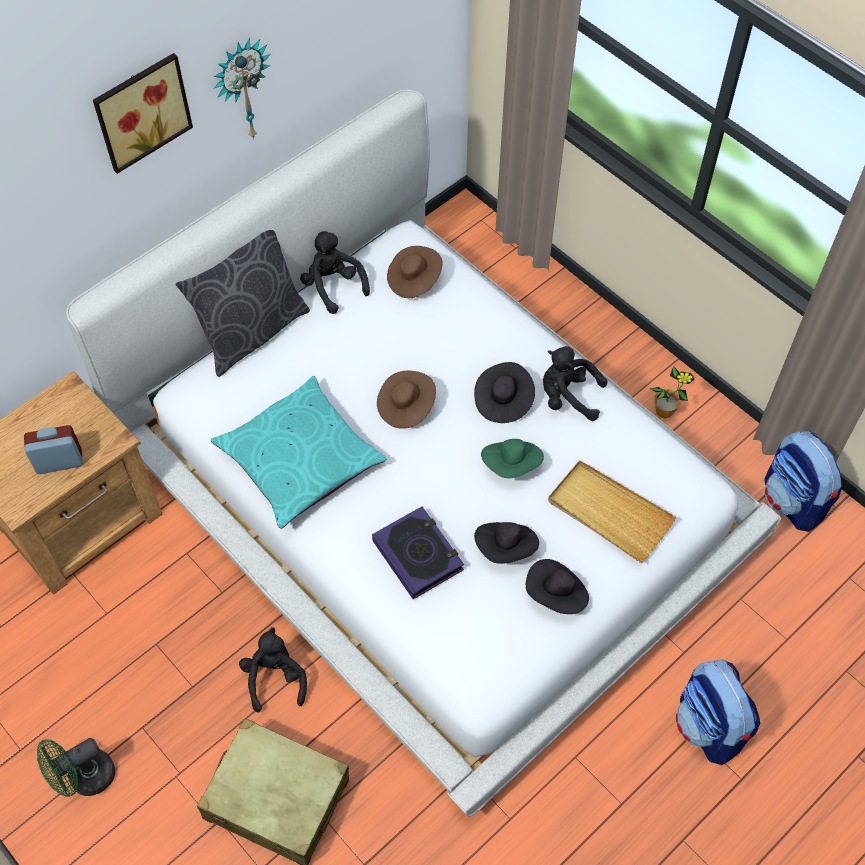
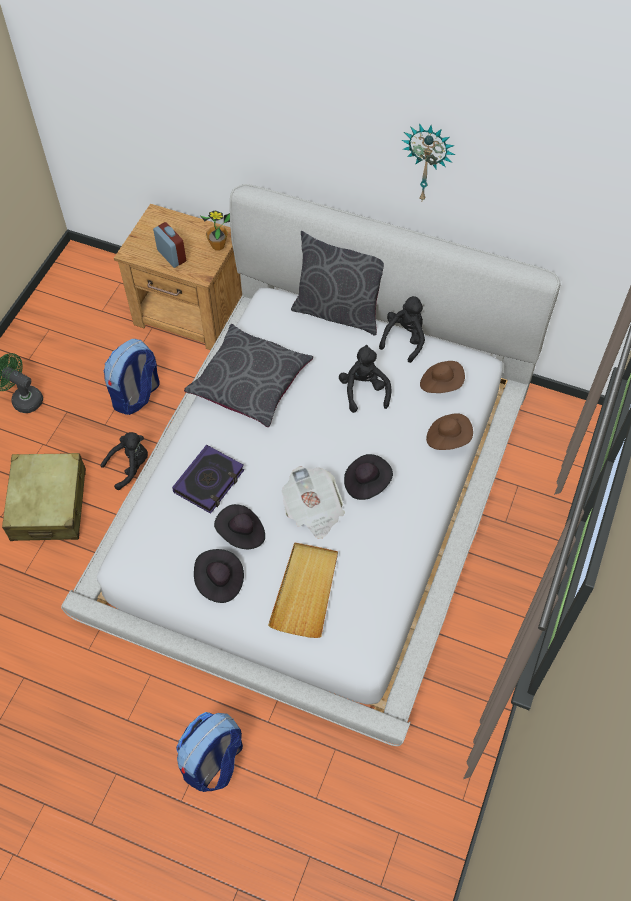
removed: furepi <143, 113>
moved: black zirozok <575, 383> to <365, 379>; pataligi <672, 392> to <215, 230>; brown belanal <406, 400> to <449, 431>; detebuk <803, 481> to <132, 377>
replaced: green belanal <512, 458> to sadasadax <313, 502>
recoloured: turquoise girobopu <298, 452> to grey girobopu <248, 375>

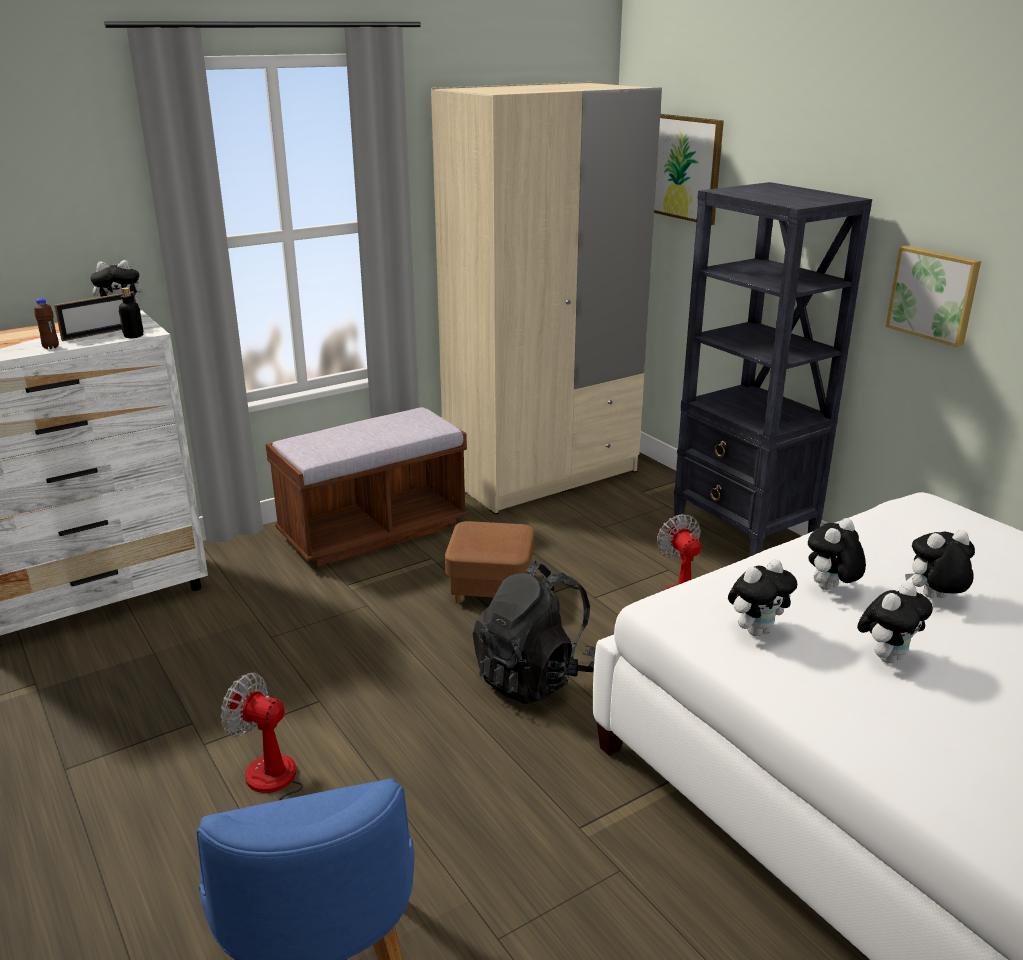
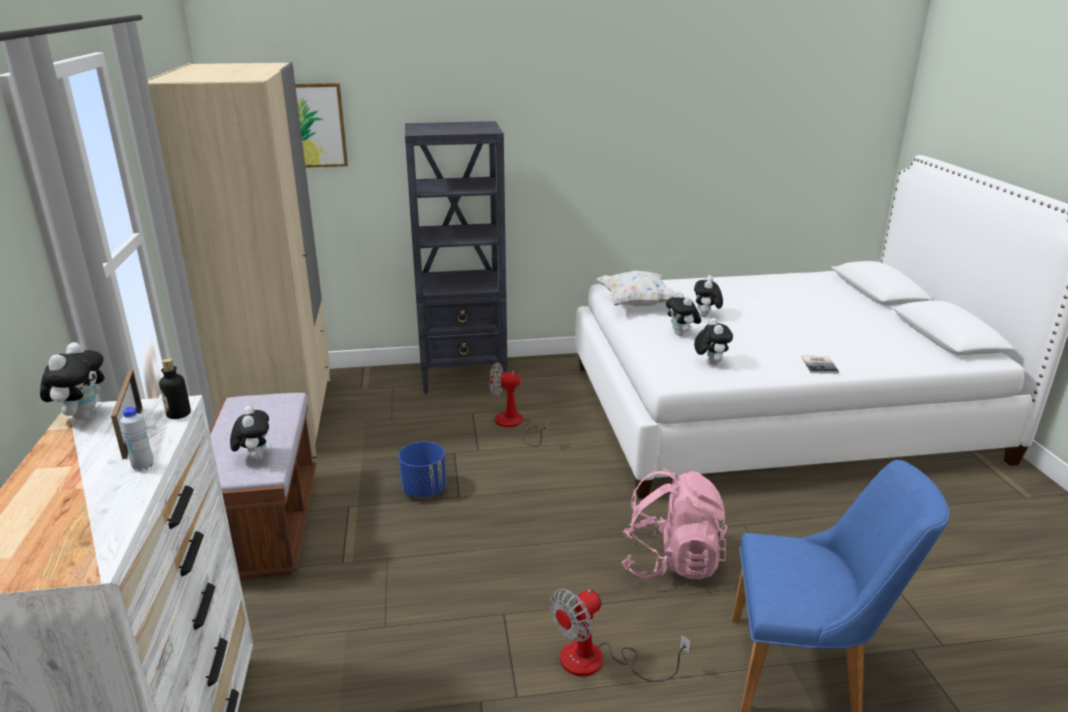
removed: furepi <933, 296>; black detebuk <534, 632>
added: white girobopu <637, 289>; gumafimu <820, 365>; pink detebuk <674, 524>
moved: zirozok <895, 623> to <249, 433>
replaced: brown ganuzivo <489, 562> to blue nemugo <422, 470>
recoloured: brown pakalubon <46, 323> to white pakalubon <137, 439>

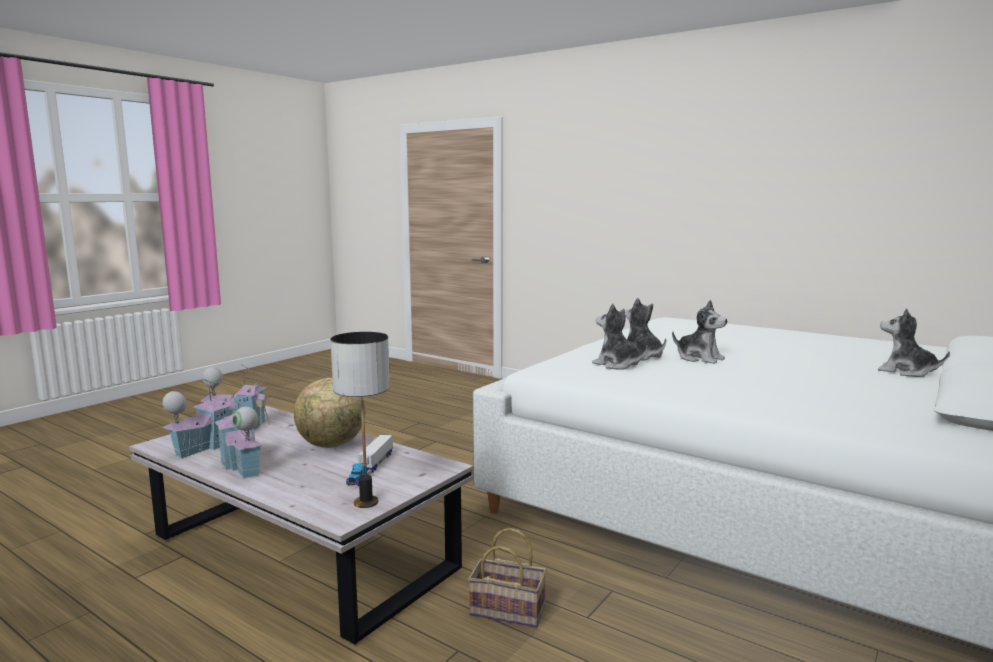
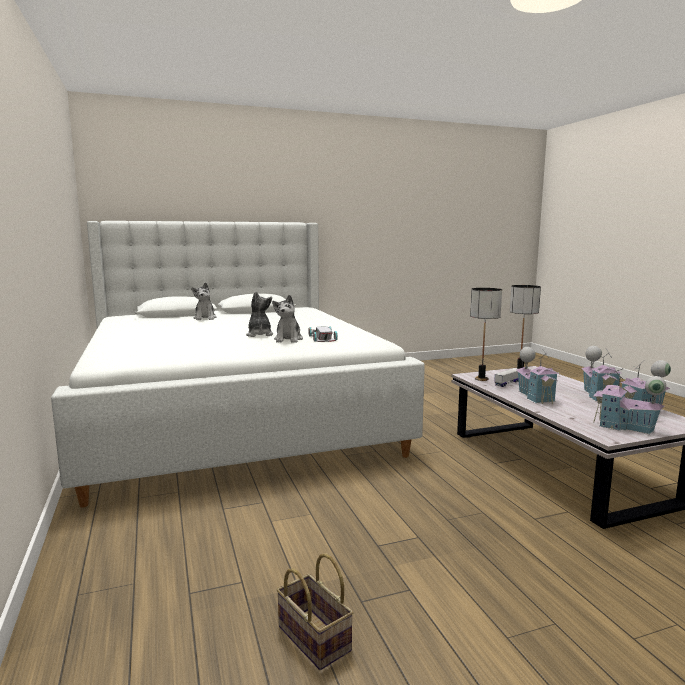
added: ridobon <486, 334>
moved: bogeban <507, 577> to <315, 611>
replaced: zirozok <620, 337> to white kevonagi <323, 334>; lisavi <329, 413> to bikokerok <538, 375>

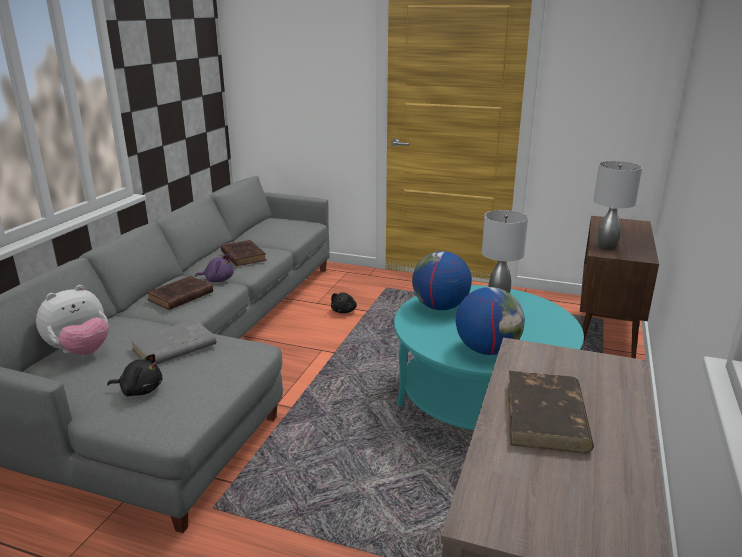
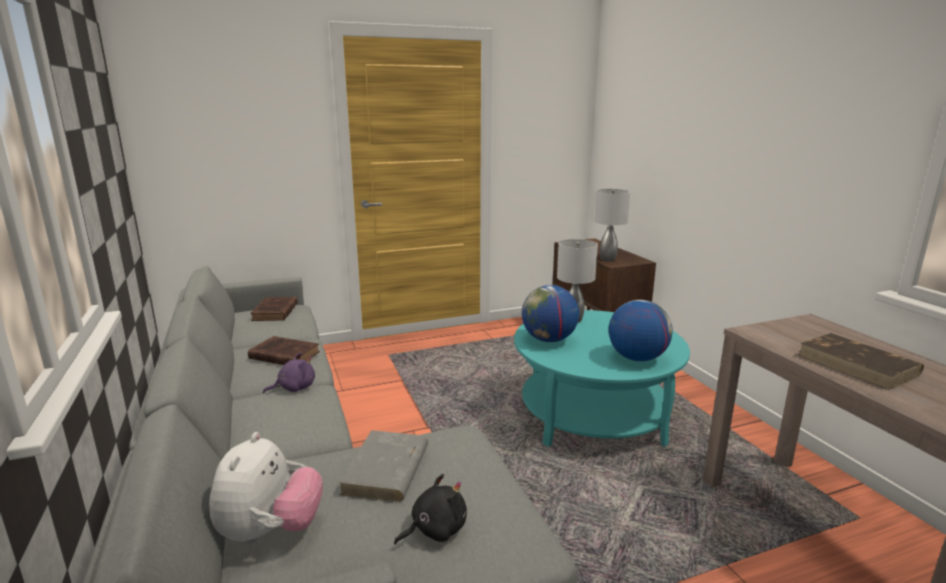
removed: black zirozok <344, 303>
moved: brown gumafimu <180, 293> to <274, 309>

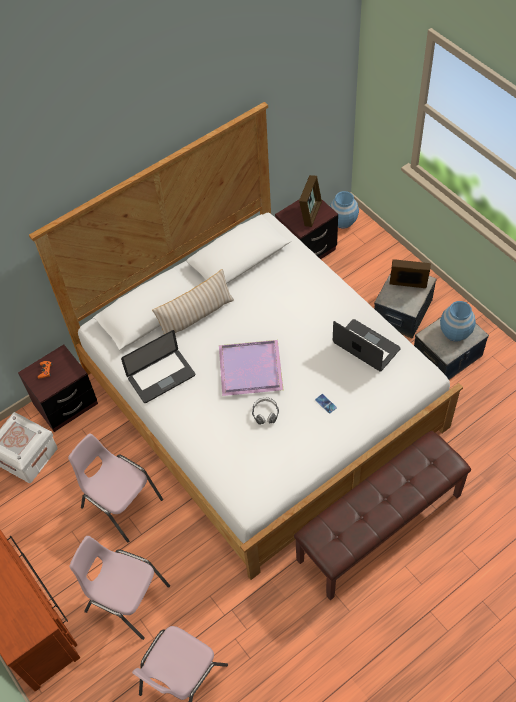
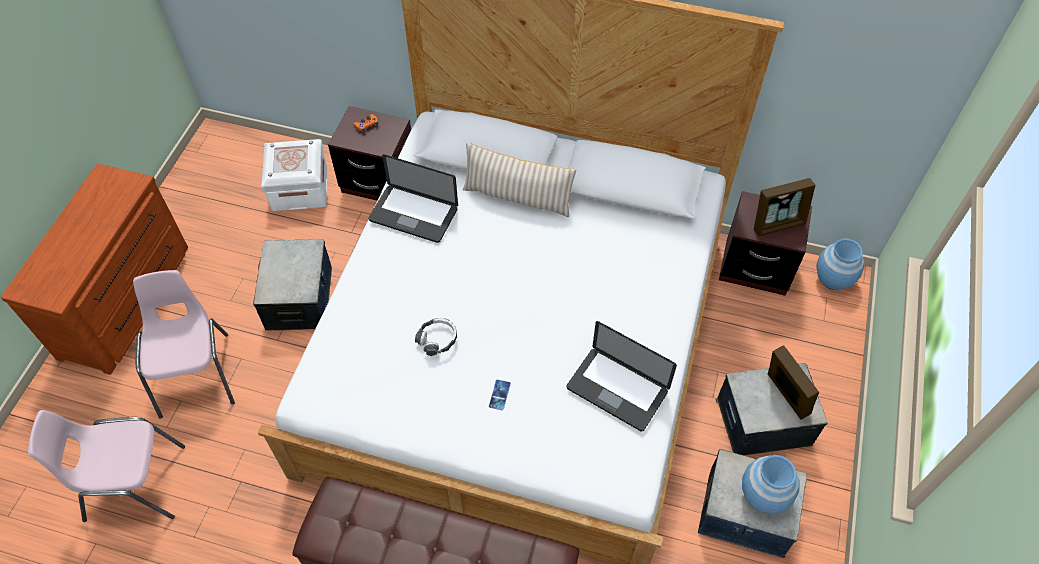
removed: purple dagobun <251, 368>
replaced: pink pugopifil <115, 488> to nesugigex <292, 285>
turned: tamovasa <367, 345> = <621, 376> 120 degrees clockwise

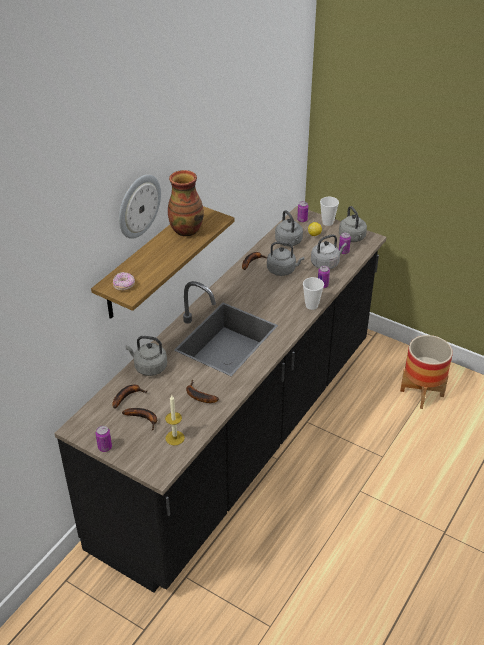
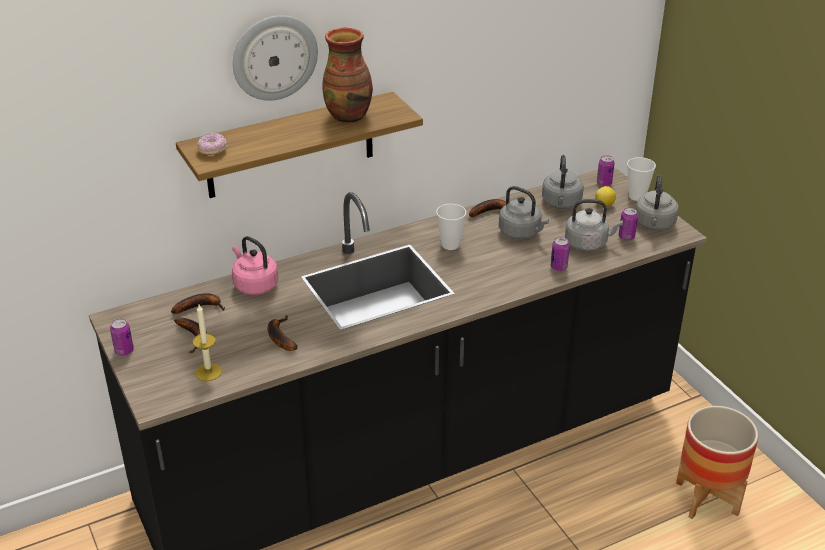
moved: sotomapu <313, 293> to <451, 227>
recoloured: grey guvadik <146, 356> to pink guvadik <255, 265>

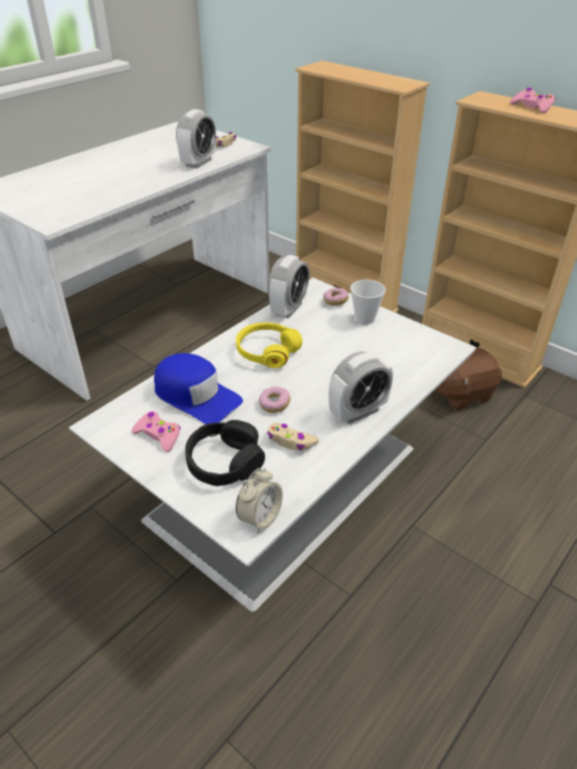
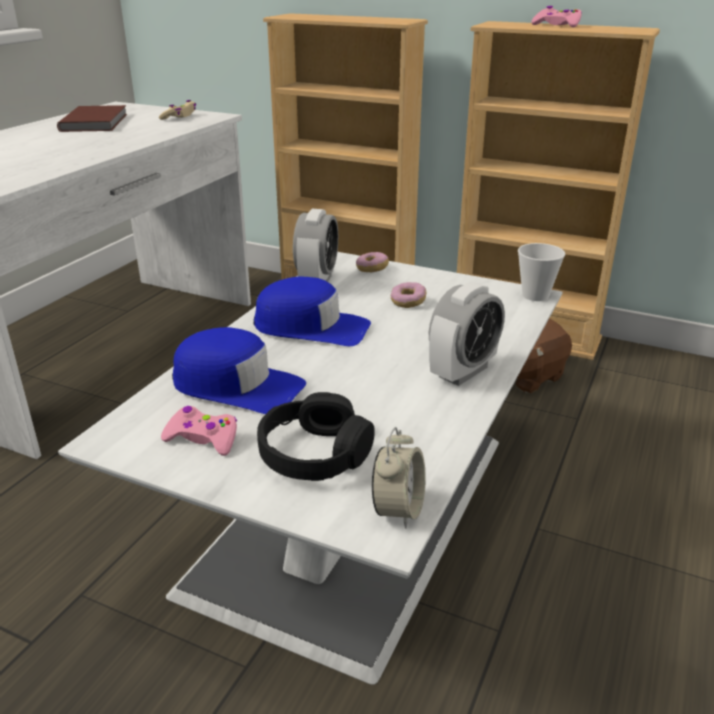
removed: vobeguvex <196, 138>; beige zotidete <293, 437>
added: brown gumafimu <92, 118>
moved: sotomapu <368, 302> to <541, 272>; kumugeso <275, 400> to <408, 295>
replaced: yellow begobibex <269, 345> to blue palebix <312, 311>

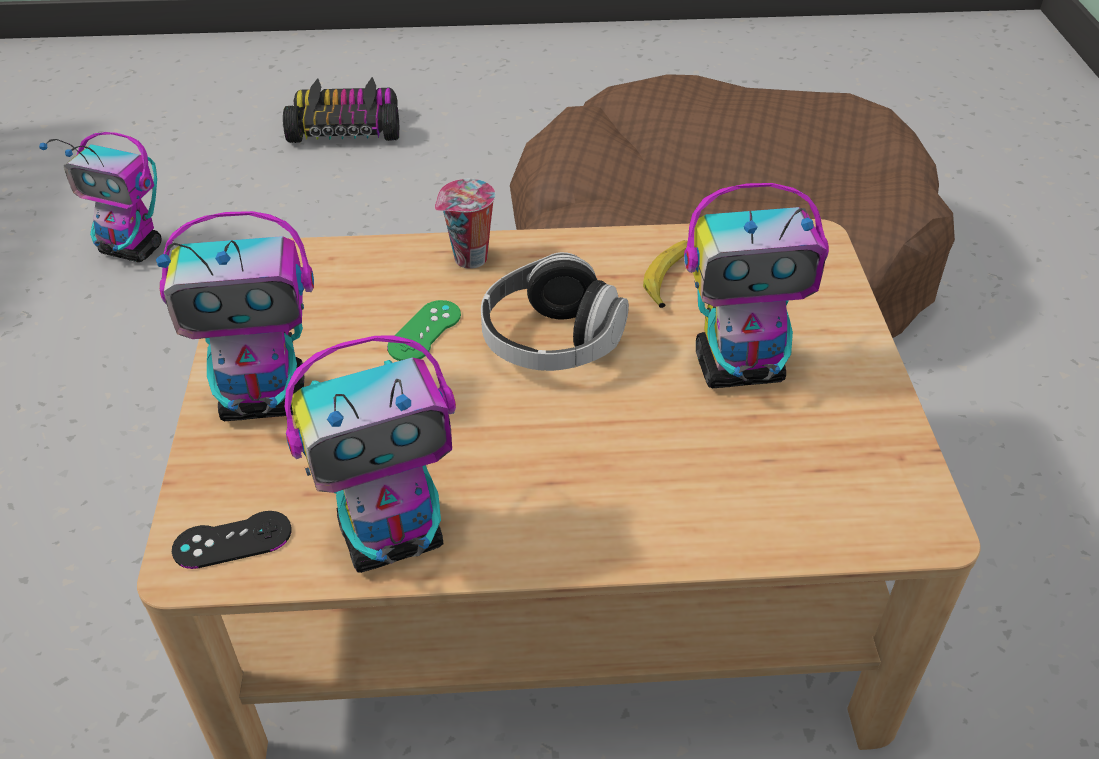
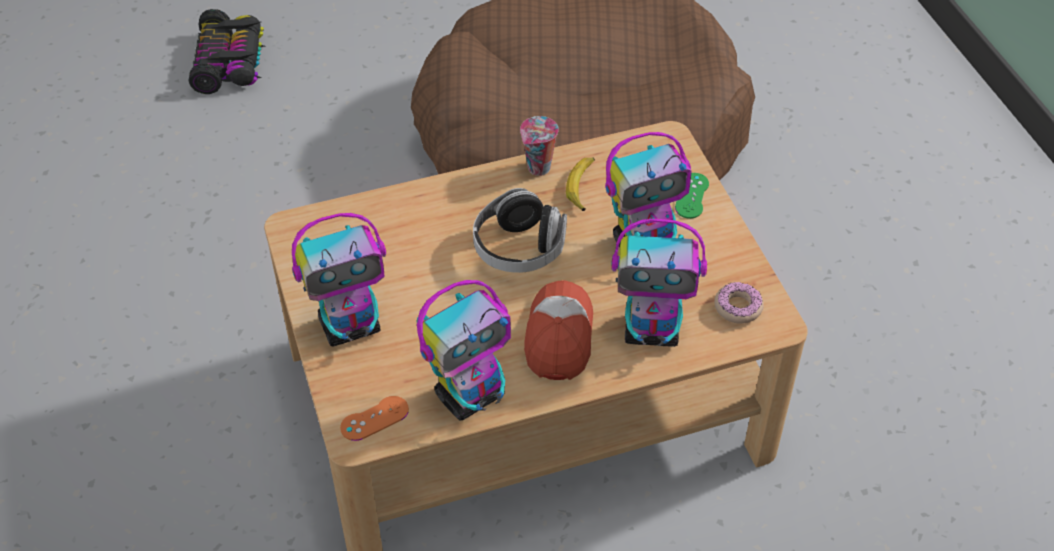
added: palebix <558, 330>; kumugeso <739, 303>
moved: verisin <100, 197> to <659, 283>; sotomapu <465, 224> to <539, 146>; green zotidete <424, 330> to <692, 196>
recoloured: black zotidete <231, 540> to orange zotidete <374, 418>
turned: kevonagi <341, 110> = <227, 51> 105 degrees clockwise

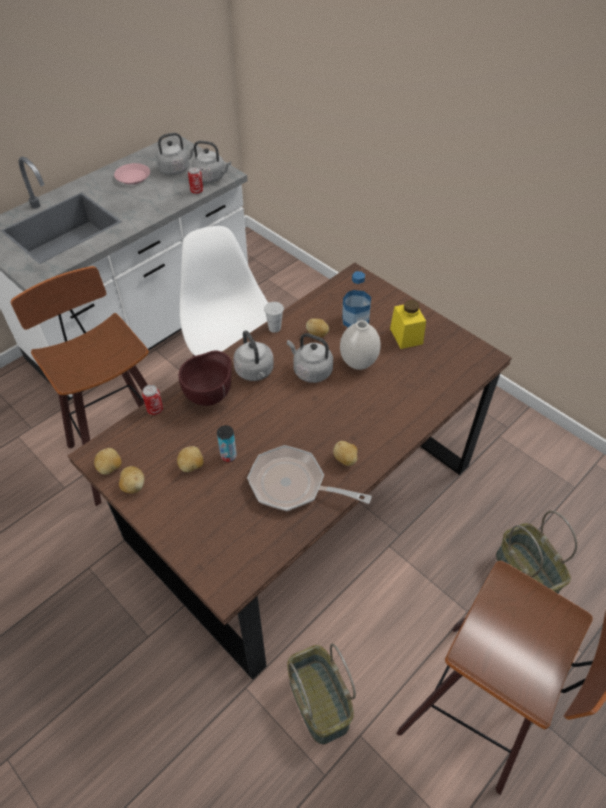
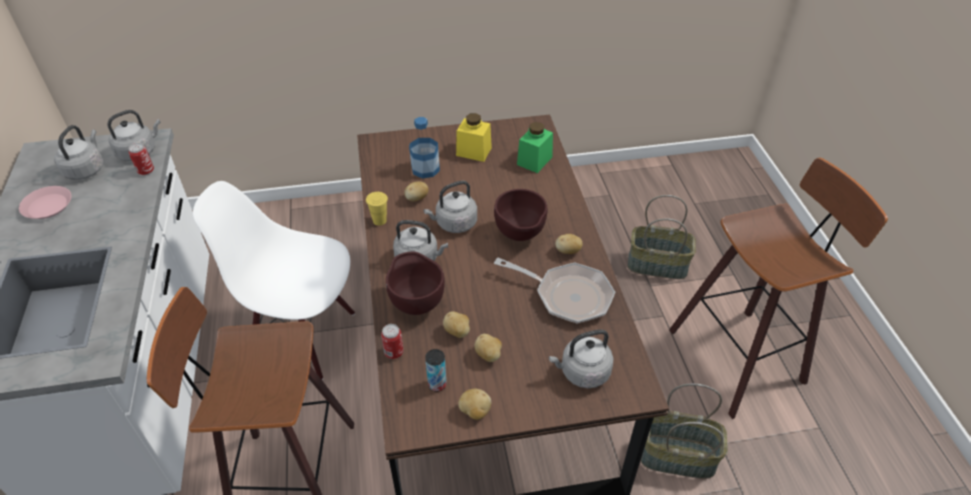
removed: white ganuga <360, 345>
added: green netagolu <535, 147>; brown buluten <520, 215>; grey guvadik <581, 358>
moved: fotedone <227, 443> to <436, 370>; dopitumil <108, 461> to <456, 325>
recoloured: white sotomapu <274, 317> to yellow sotomapu <377, 209>
turned: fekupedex <309, 478> = <554, 290> 120 degrees counterclockwise

